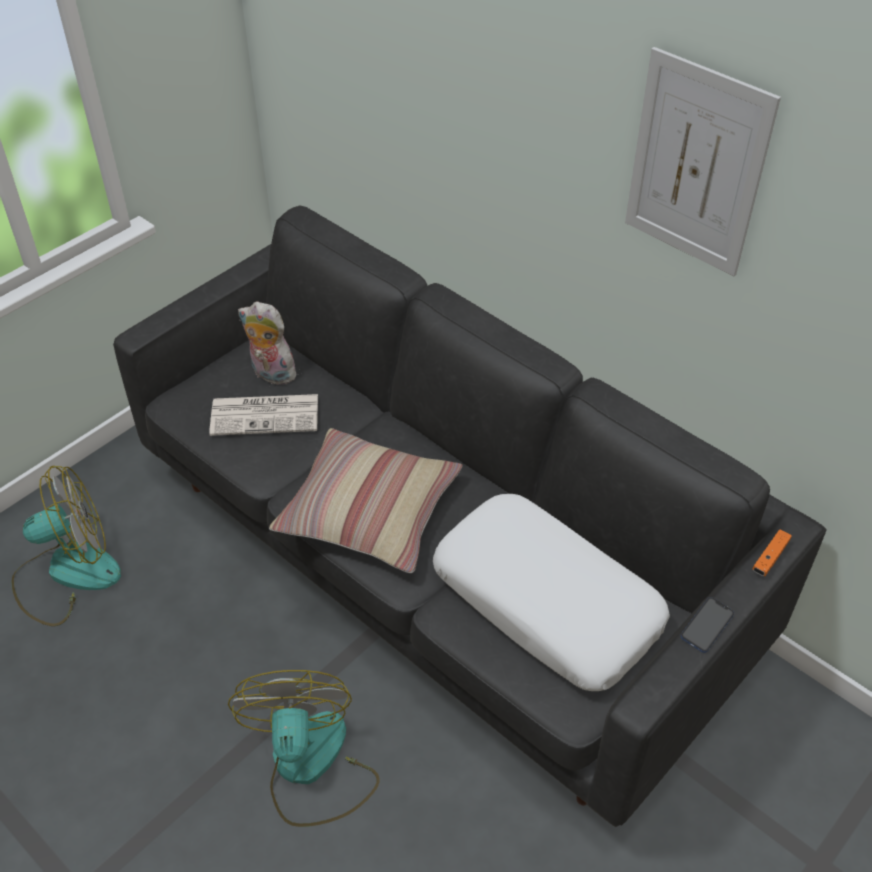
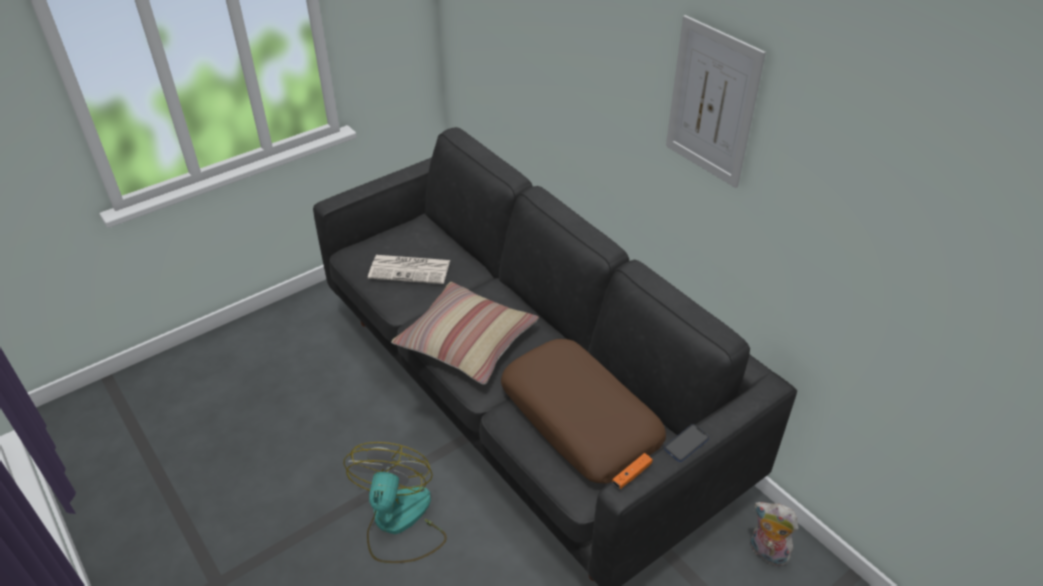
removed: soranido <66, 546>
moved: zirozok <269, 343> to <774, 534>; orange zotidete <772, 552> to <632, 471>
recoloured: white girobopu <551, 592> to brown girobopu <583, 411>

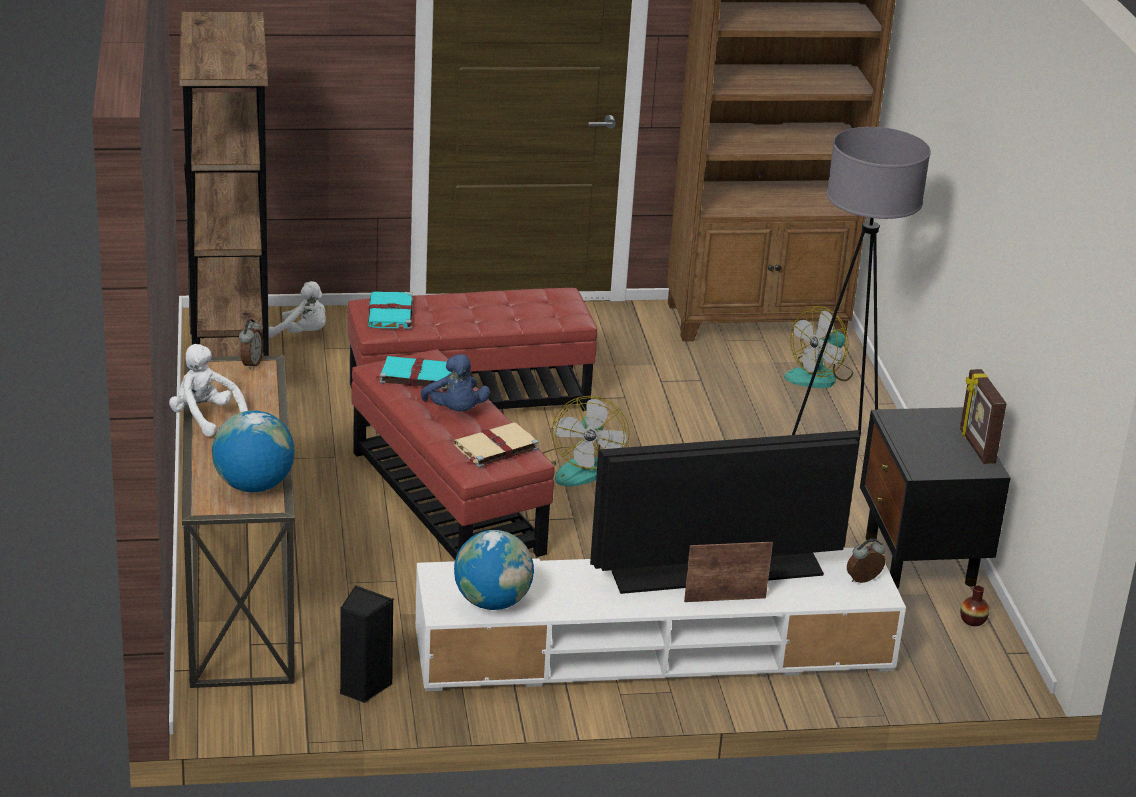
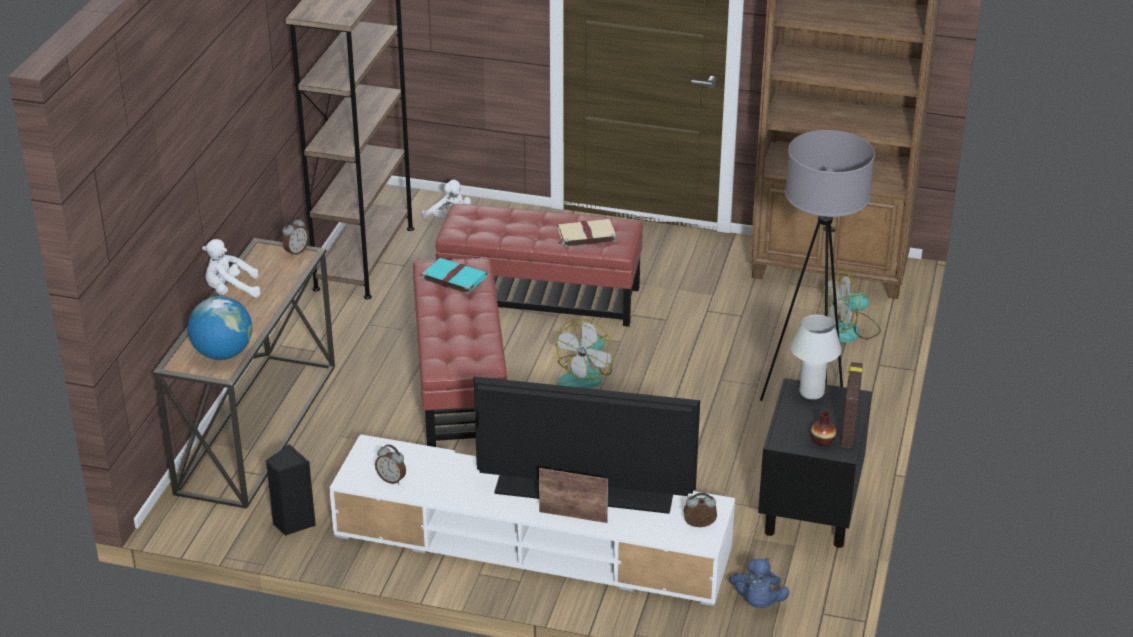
removed: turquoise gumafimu <390, 312>
added: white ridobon <815, 357>
moved: blue zirozok <455, 383> to <759, 583>; beige gumafimu <496, 444> to <587, 233>; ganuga <974, 605> to <823, 428>
replaced: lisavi <494, 570> to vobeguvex <390, 464>
turned: white zirozok <208, 390> = <231, 268> 75 degrees counterclockwise

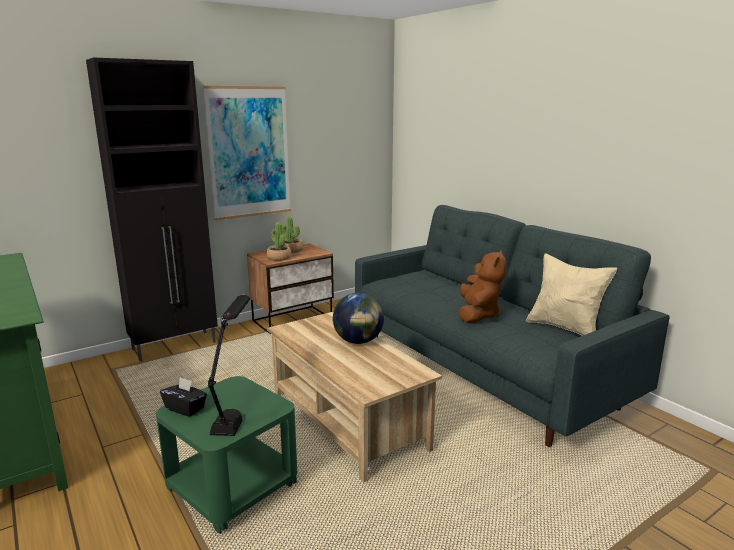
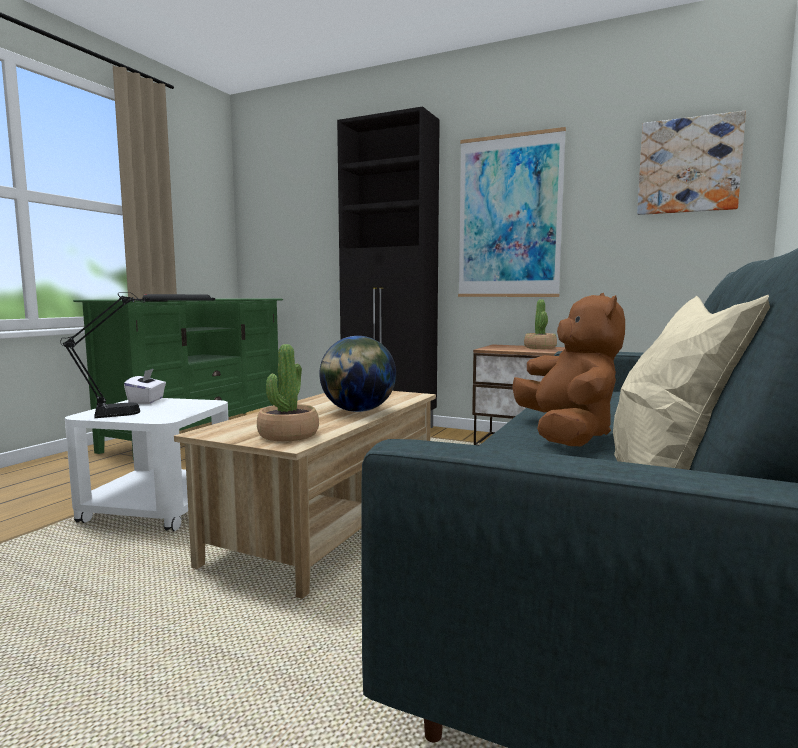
added: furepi <691, 163>
moved: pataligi <279, 241> to <288, 392>
recoloured: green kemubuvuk <226, 455> to white kemubuvuk <147, 464>; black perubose <183, 397> to white perubose <145, 386>
turned: brown zirozok <482, 286> = <568, 369> 75 degrees counterclockwise

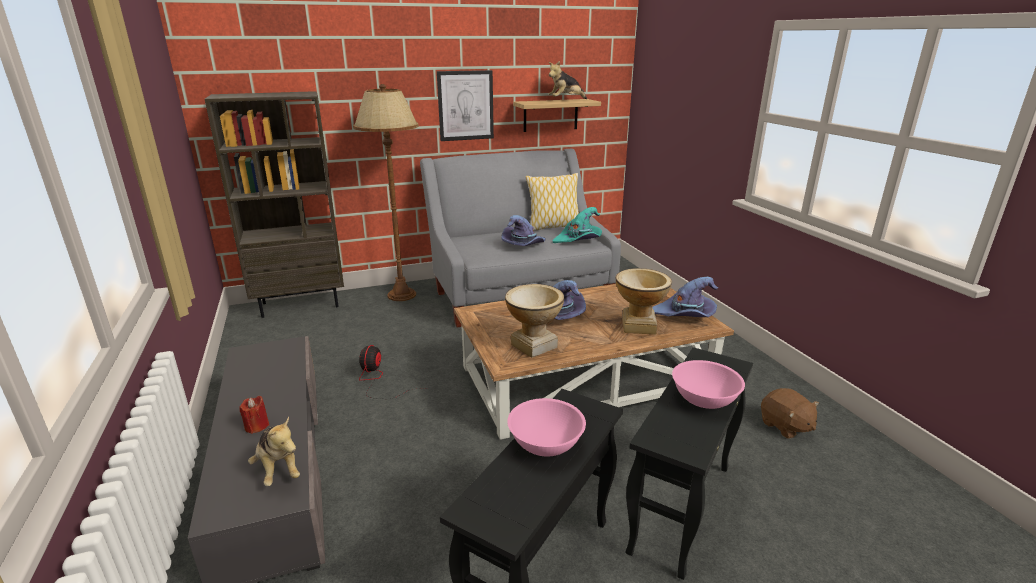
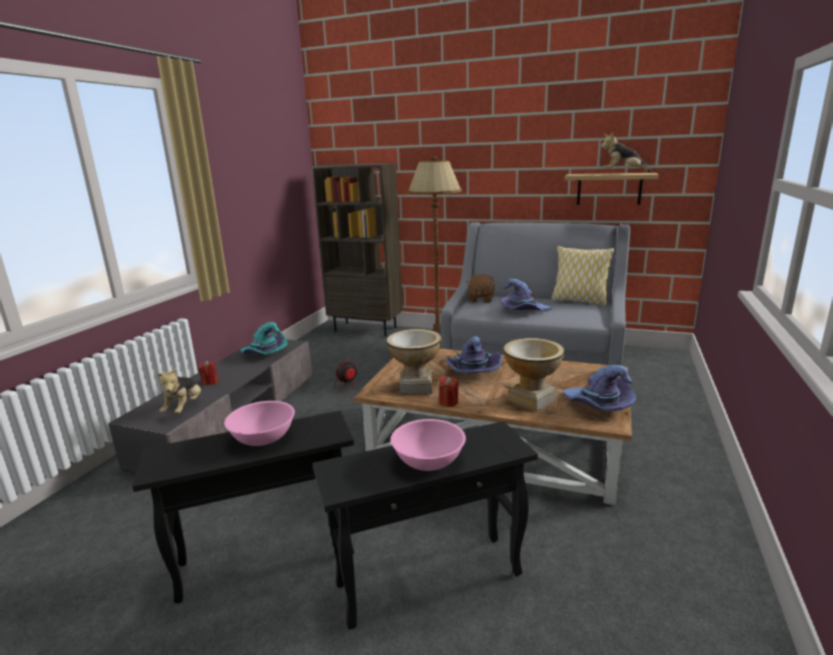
removed: furepi <465, 105>
added: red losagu <449, 391>
moved: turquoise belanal <577, 225> to <264, 338>; brown zirozok <790, 413> to <480, 288>

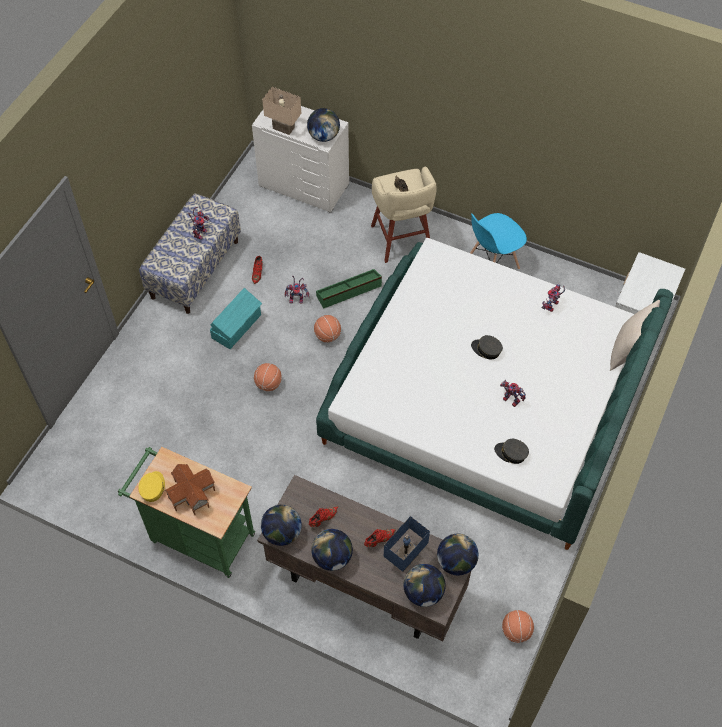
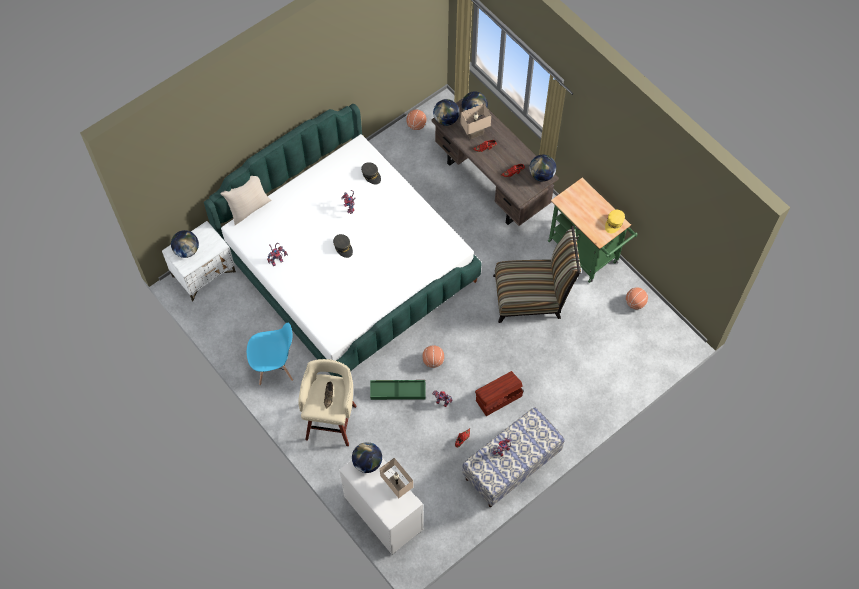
removed: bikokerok <189, 489>
added: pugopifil <537, 274>
moved: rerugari <268, 377> to <637, 298>; lisavi <332, 550> to <185, 244>
recoloured: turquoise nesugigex <236, 318> to brown nesugigex <499, 393>; blue ridobon <407, 544> to beige ridobon <475, 121>

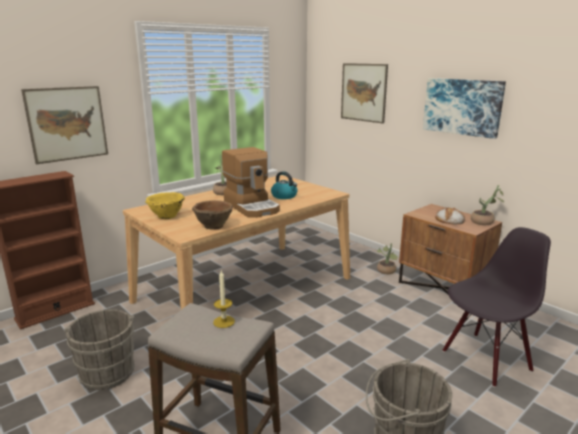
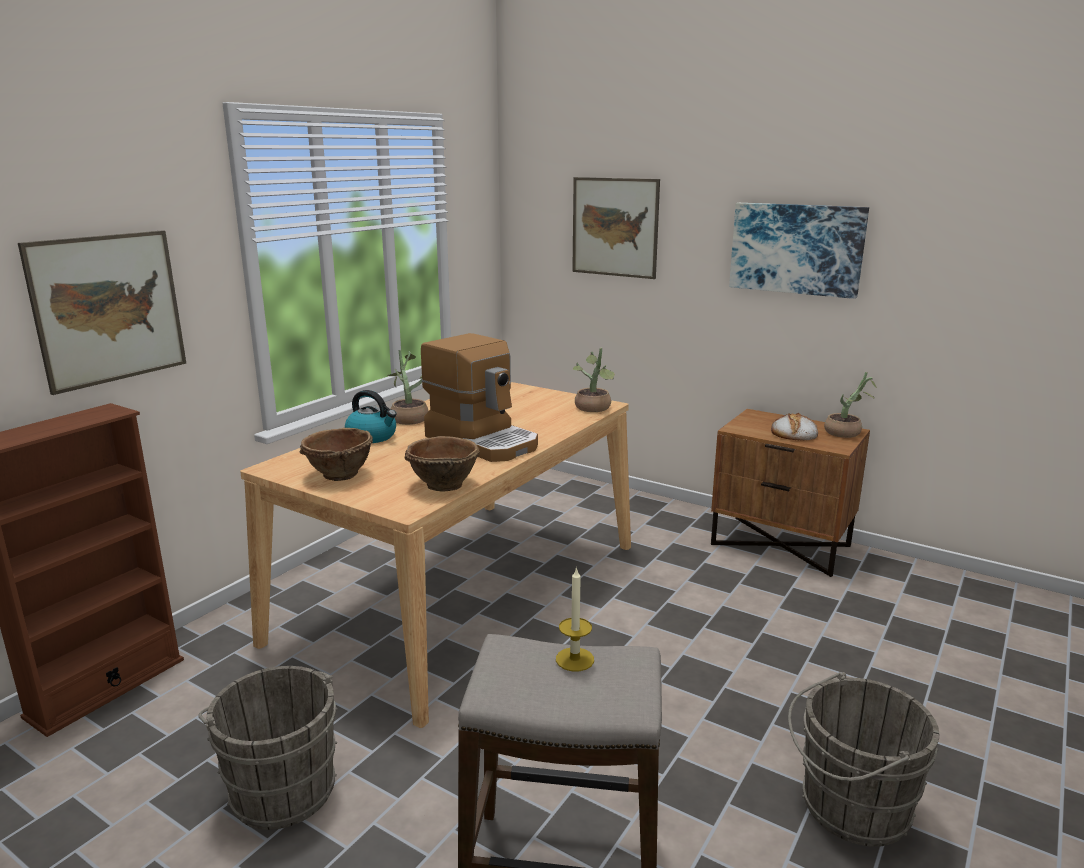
removed: black pugopifil <497, 307>
moved: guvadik <284, 185> to <371, 416>; pataligi <387, 258> to <594, 380>
recoloured: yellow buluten <165, 205> to brown buluten <336, 454>

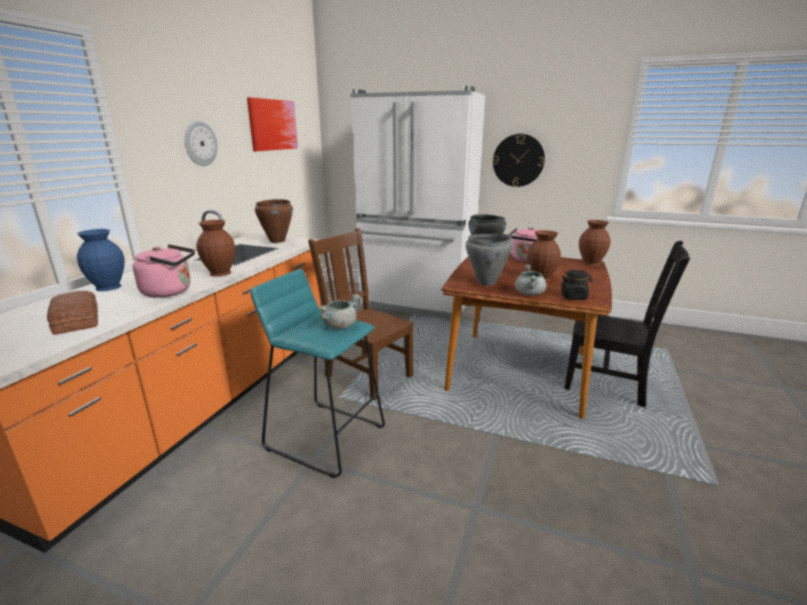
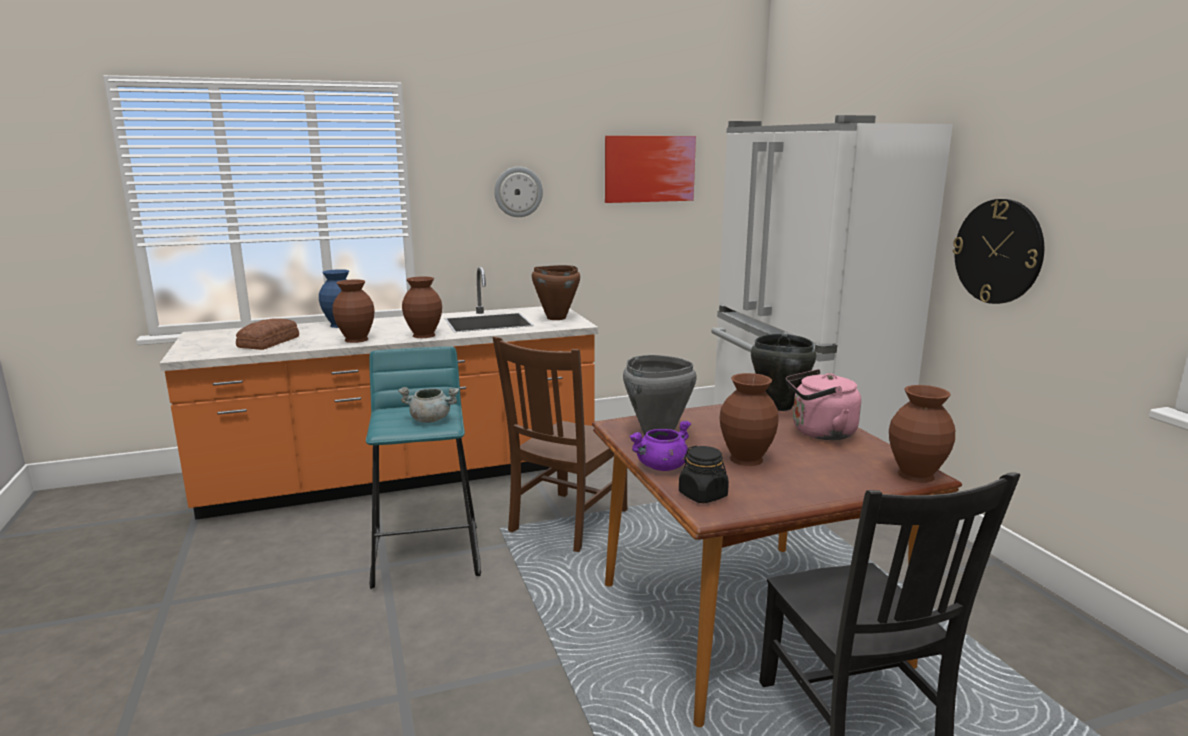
replaced: pink guvadik <164, 271> to brown ganuga <353, 311>
recoloured: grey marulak <531, 279> to purple marulak <660, 445>
turned: brown pugopifil <361, 314> = <560, 444> 150 degrees counterclockwise

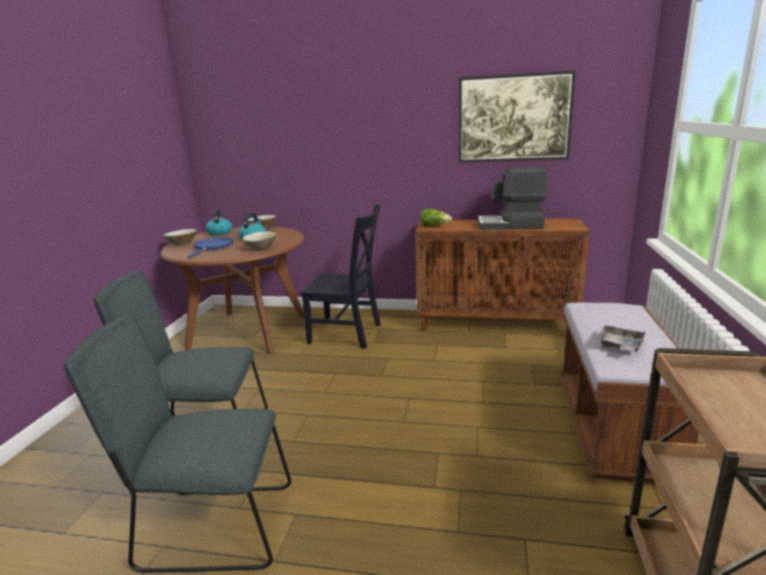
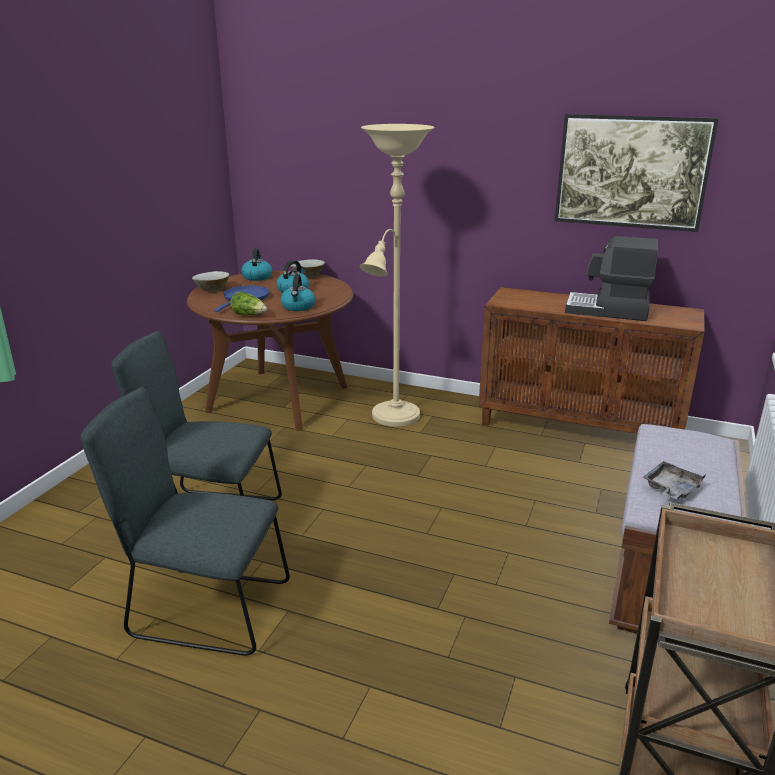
moved: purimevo <436, 217> to <248, 303>
replaced: black pugopifil <340, 276> to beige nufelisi <397, 275>; beige buluten <259, 240> to guvadik <298, 292>

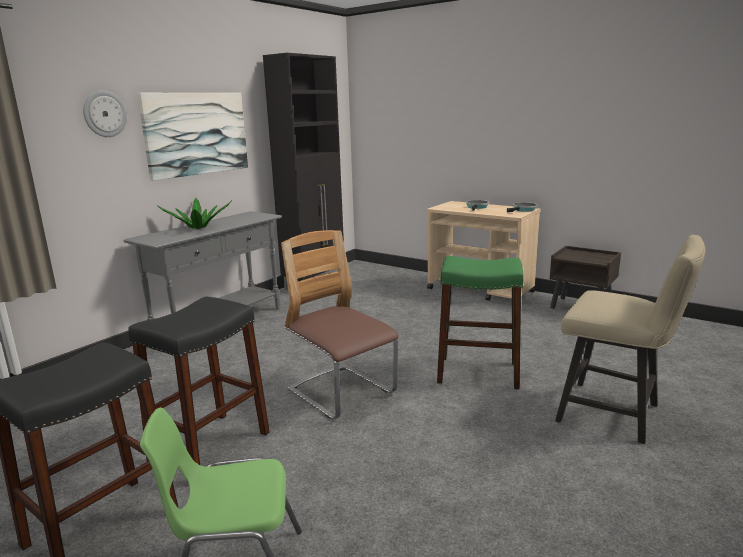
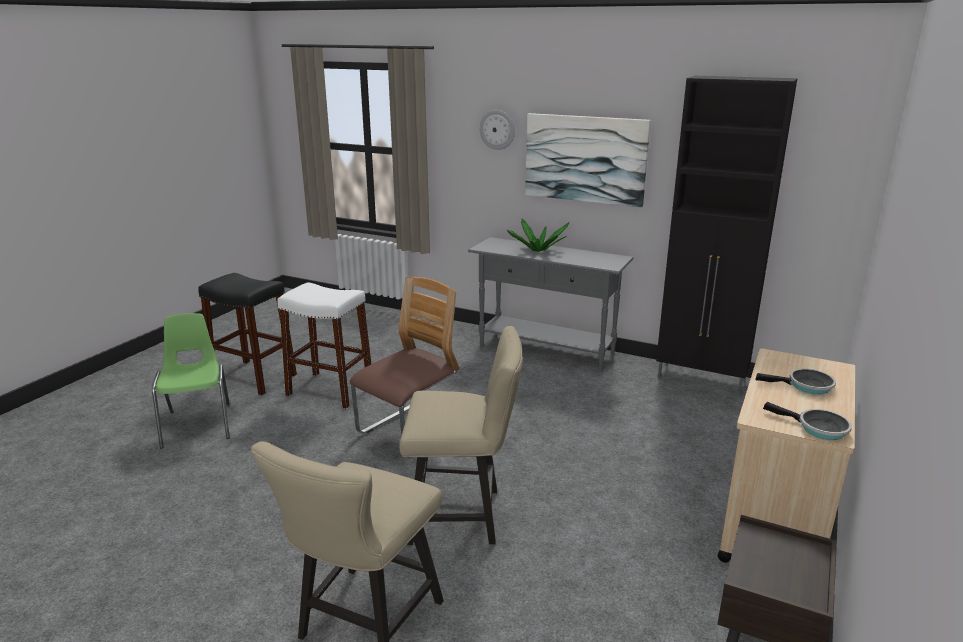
replaced: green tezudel <480, 323> to beige pugopifil <461, 435>
recoloured: black tezudel <199, 381> to white tezudel <324, 346>

